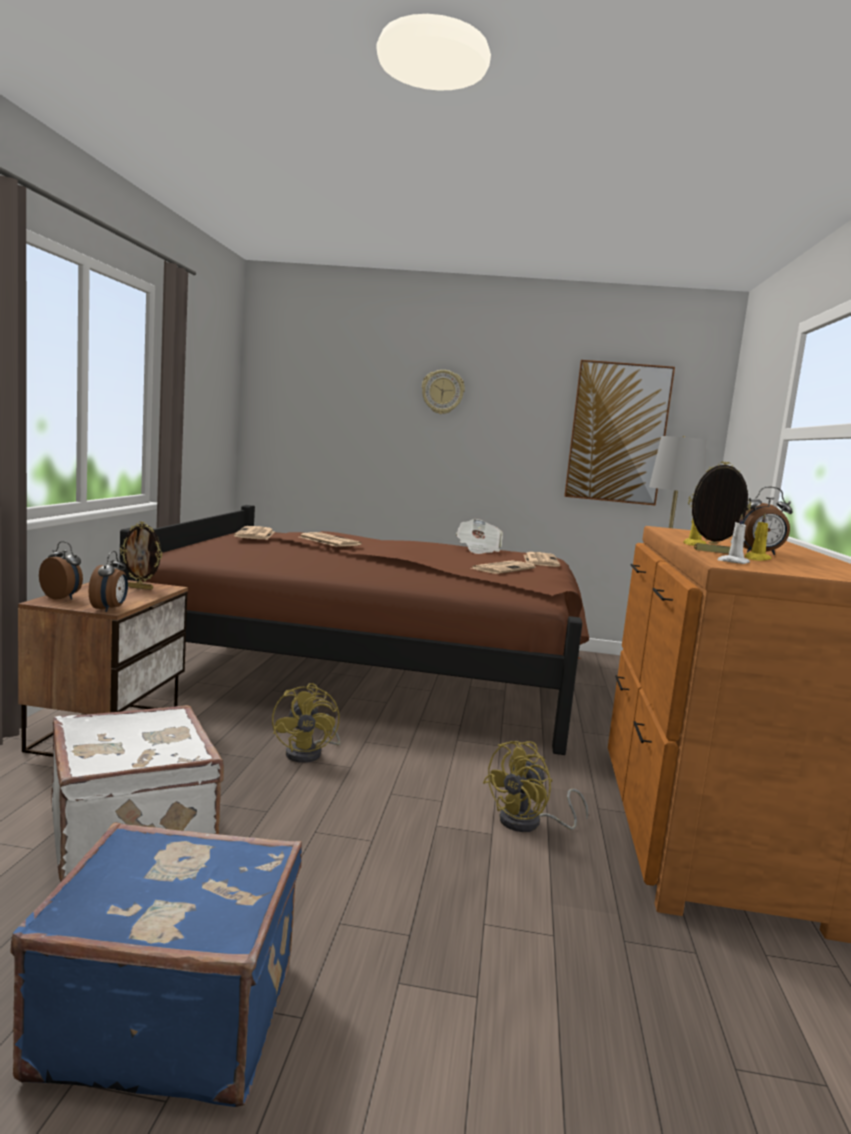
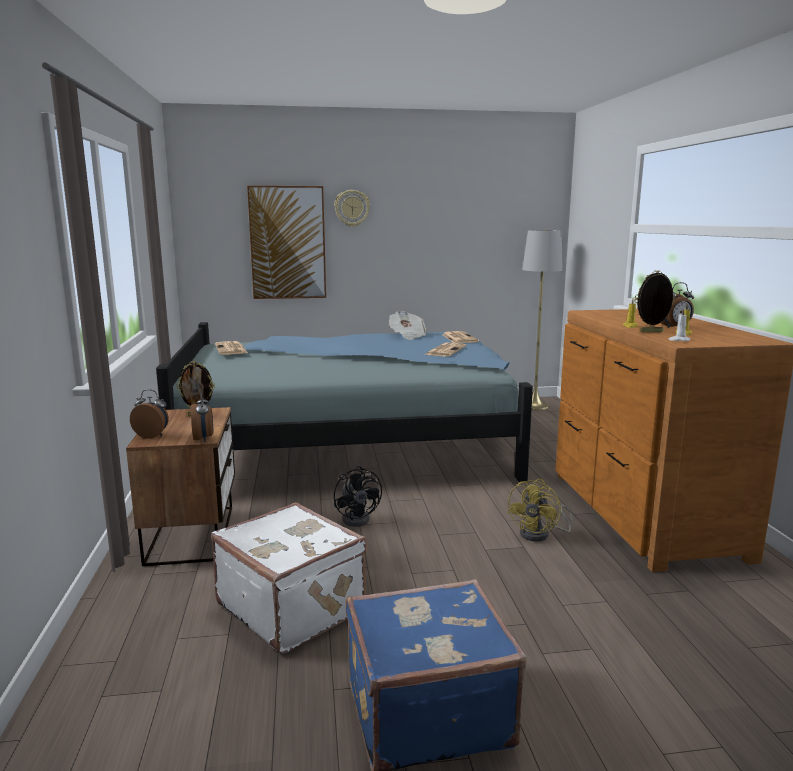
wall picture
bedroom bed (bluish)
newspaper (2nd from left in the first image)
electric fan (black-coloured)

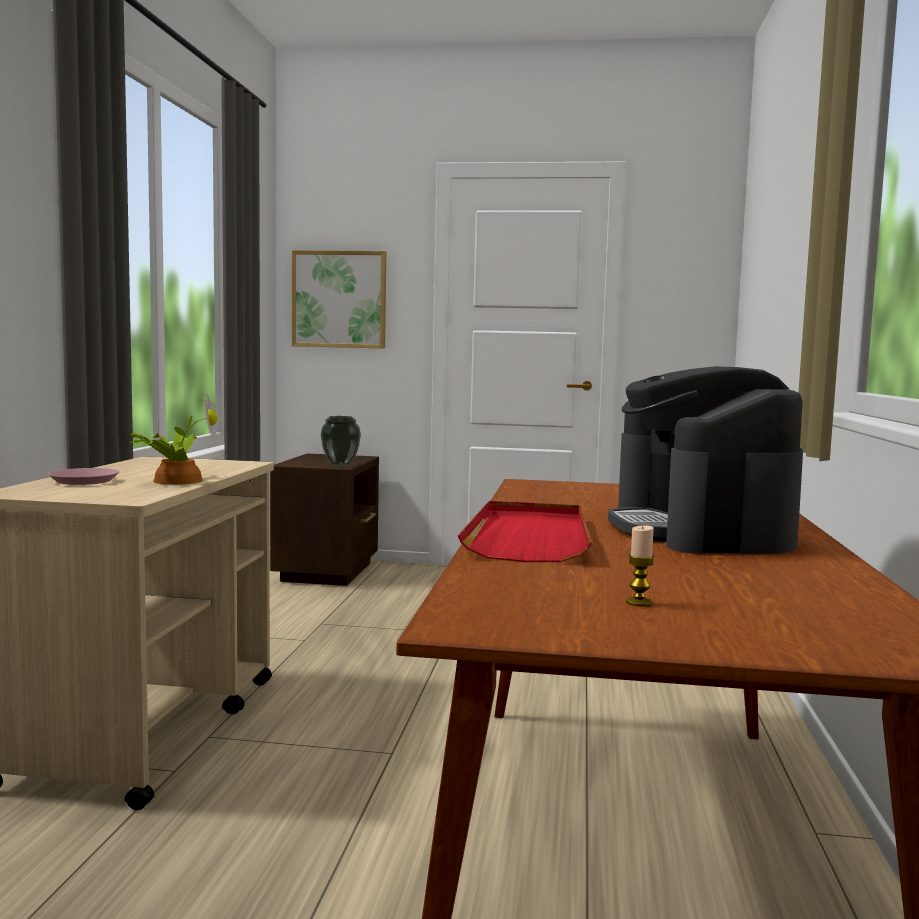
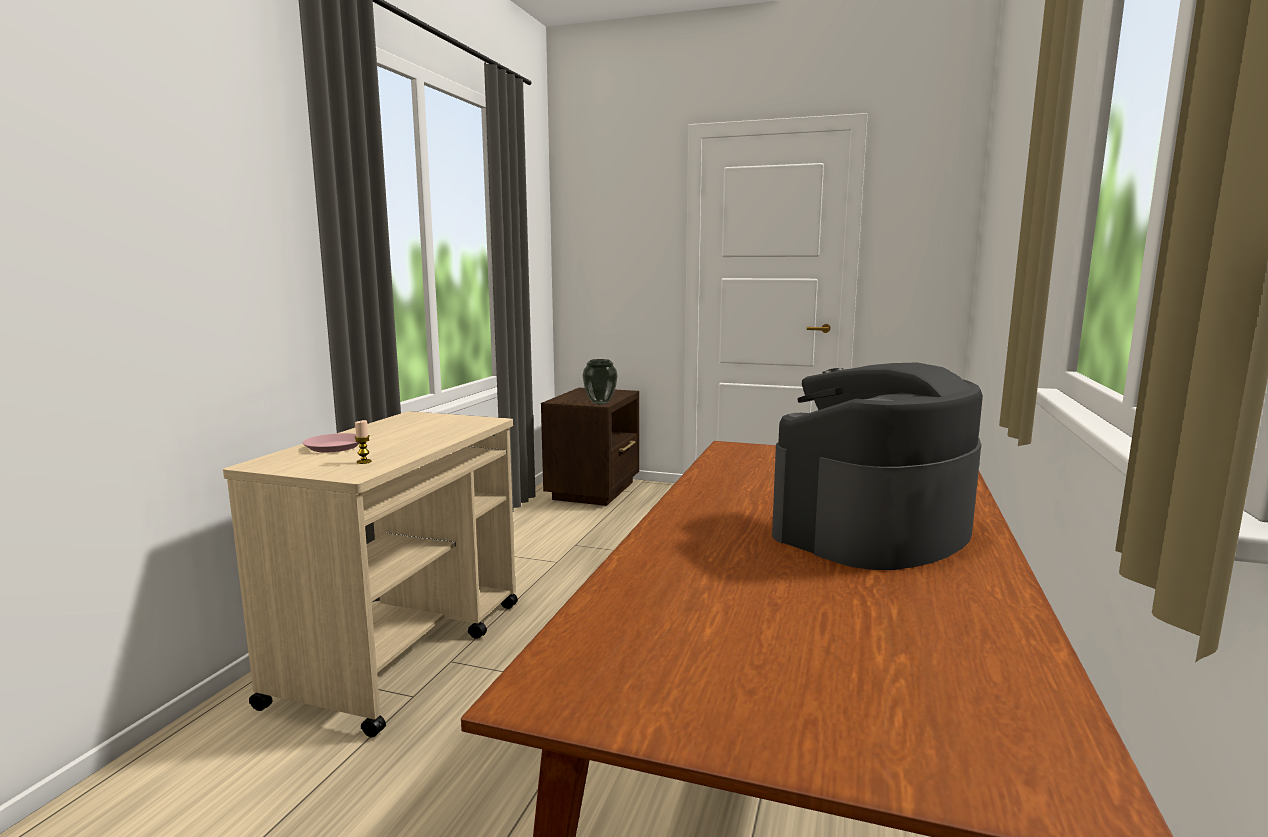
wall picture
coffee brewer
plant in a pot
tray (reddish)
wax candle

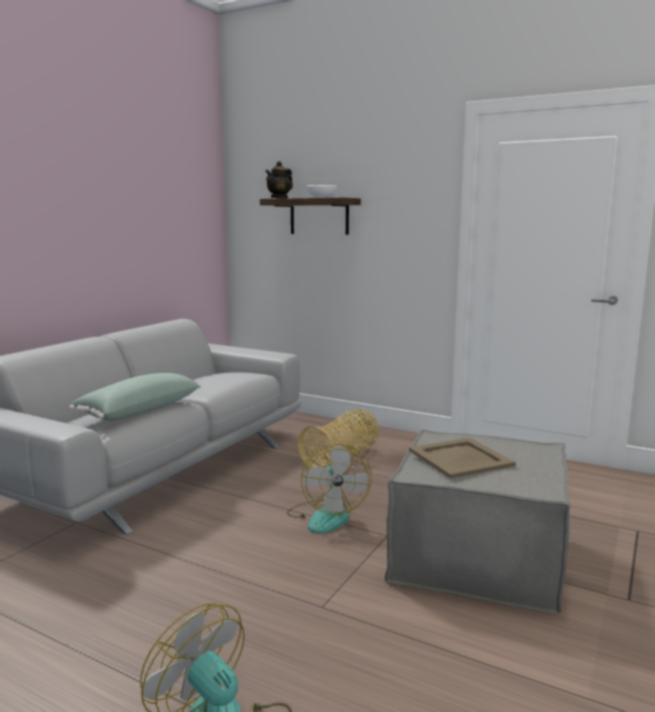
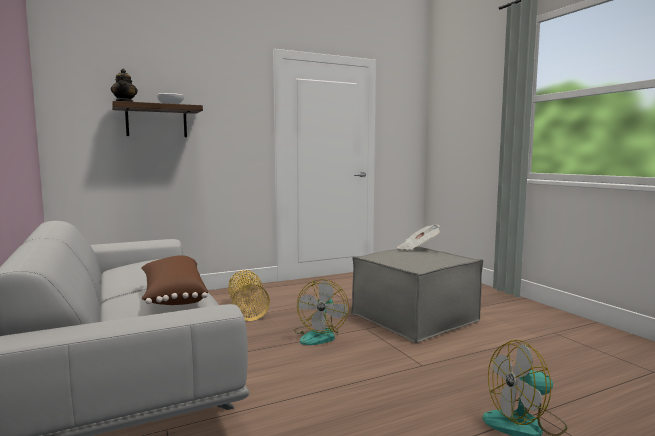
pillow (brown)
tray (beige-coloured)
electric fan (1st from left)
newspaper

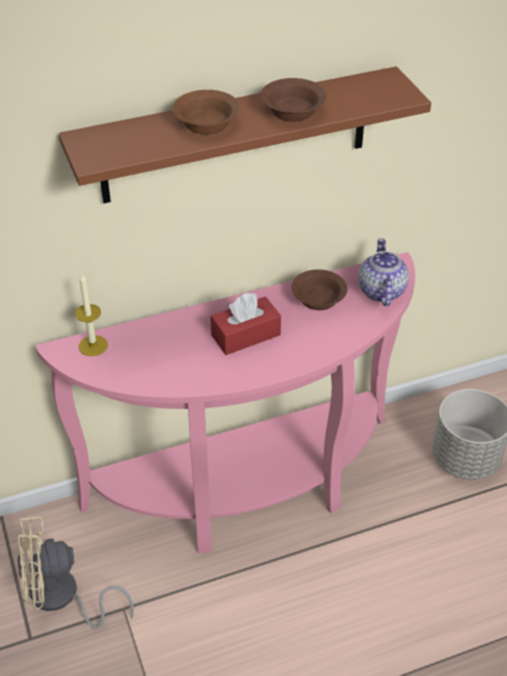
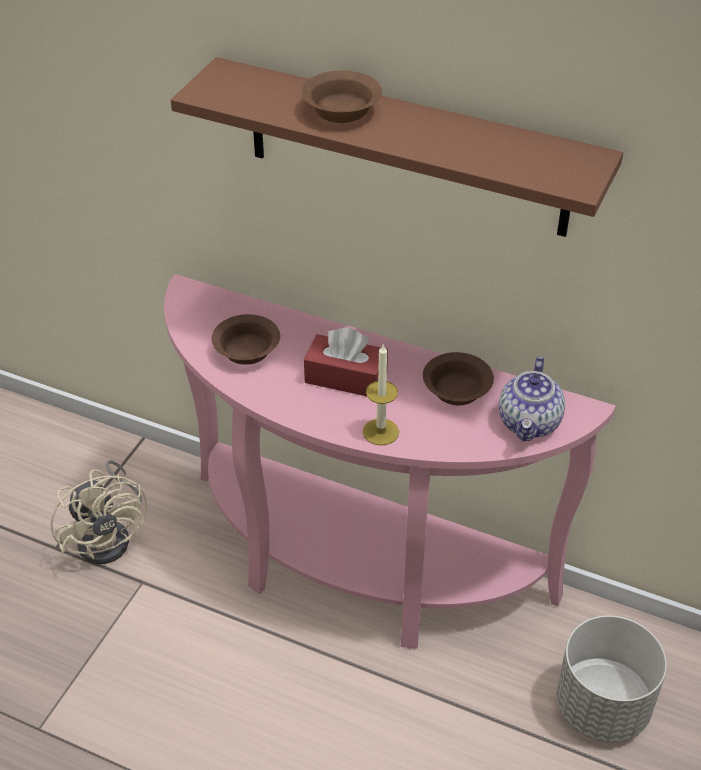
serving bowl (brown) (1st from left)
pot for tea
wax candle
electric fan (beige-coloured)

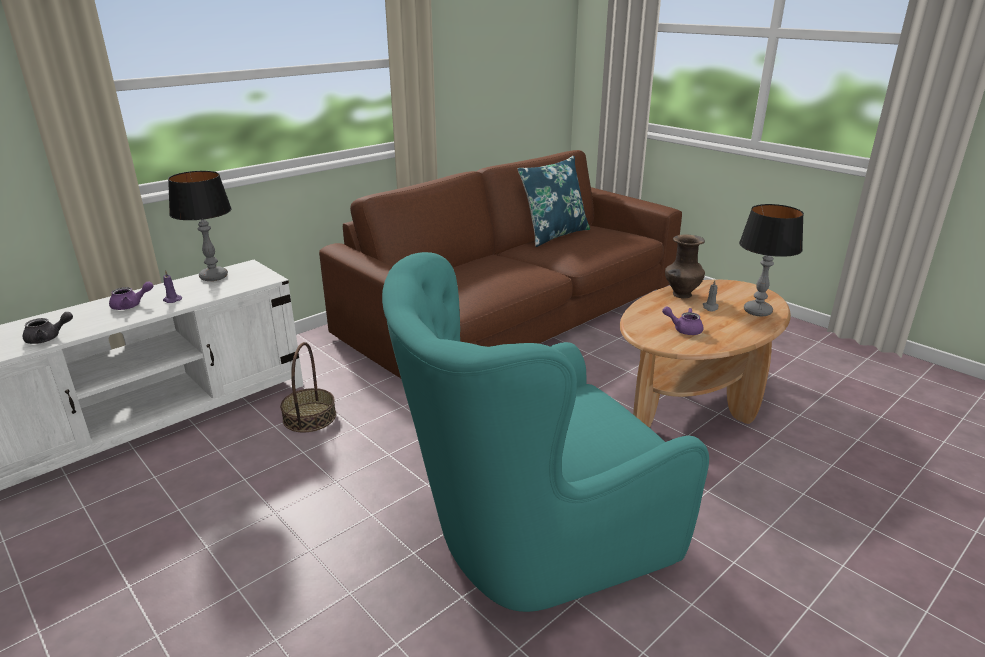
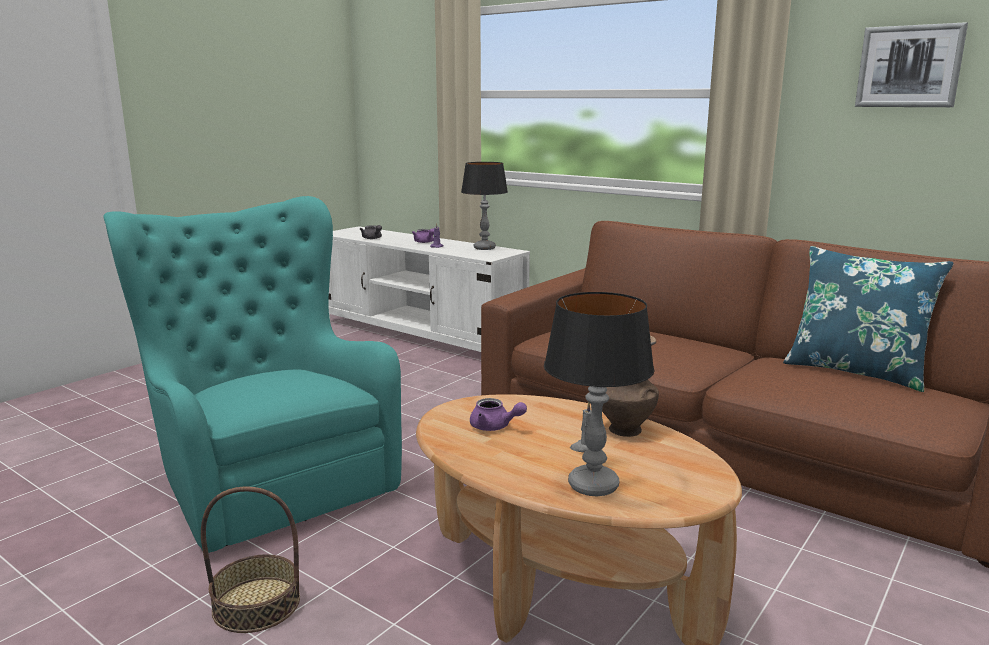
pot for tea (purplish) (2nd from left)
storage basket
wall picture

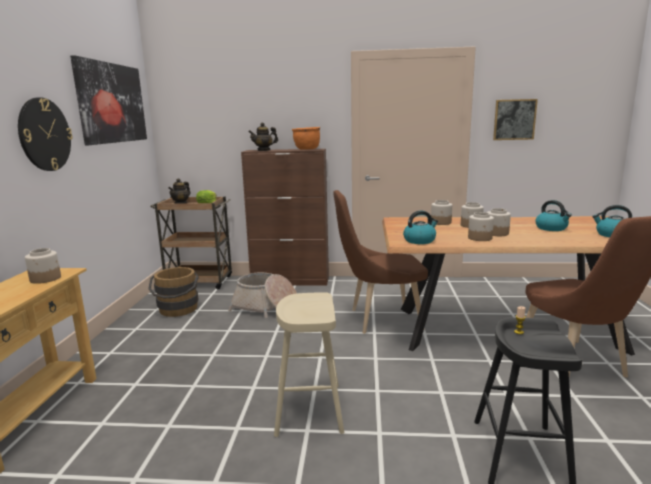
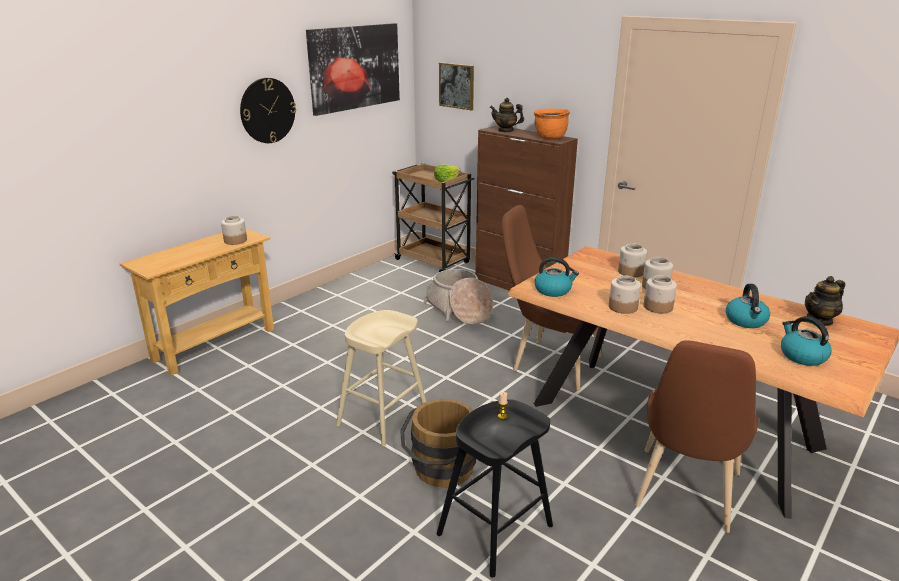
wall picture (2nd from left)
pot for tea (2nd from left)
pail (brown)

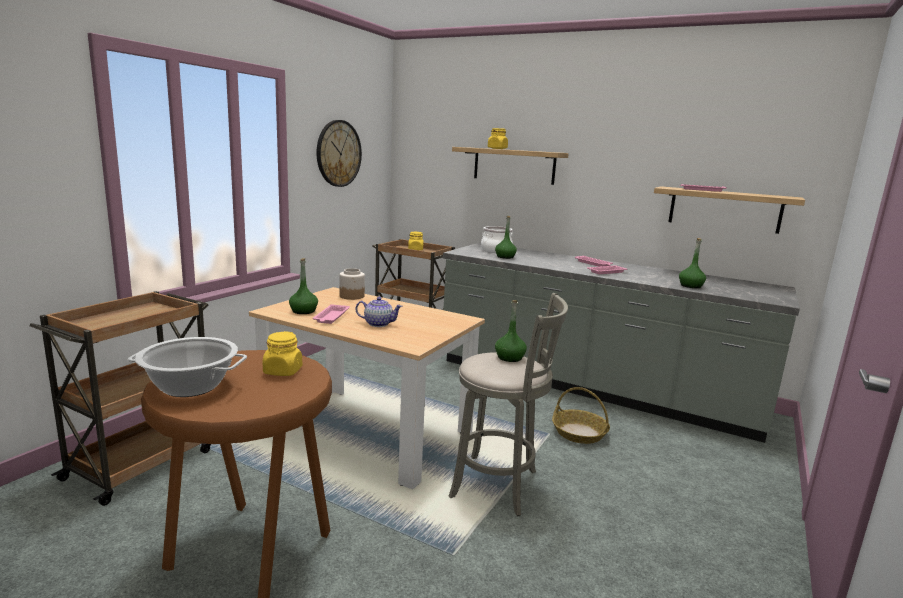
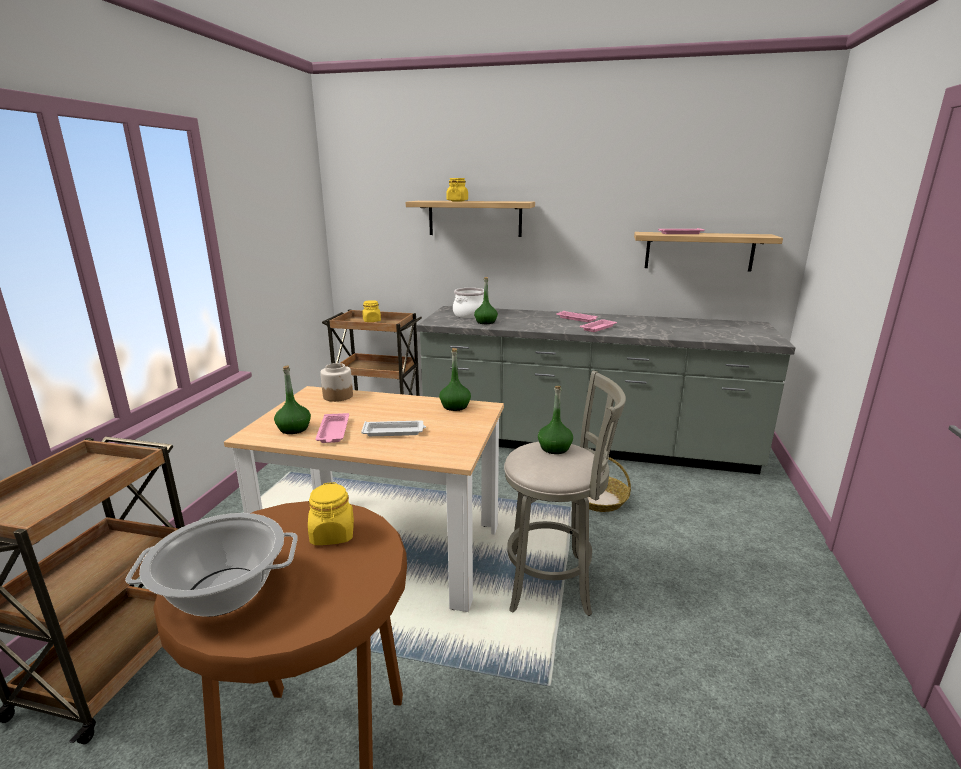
wall clock
bottle (green) (2nd from left)
tray (white)

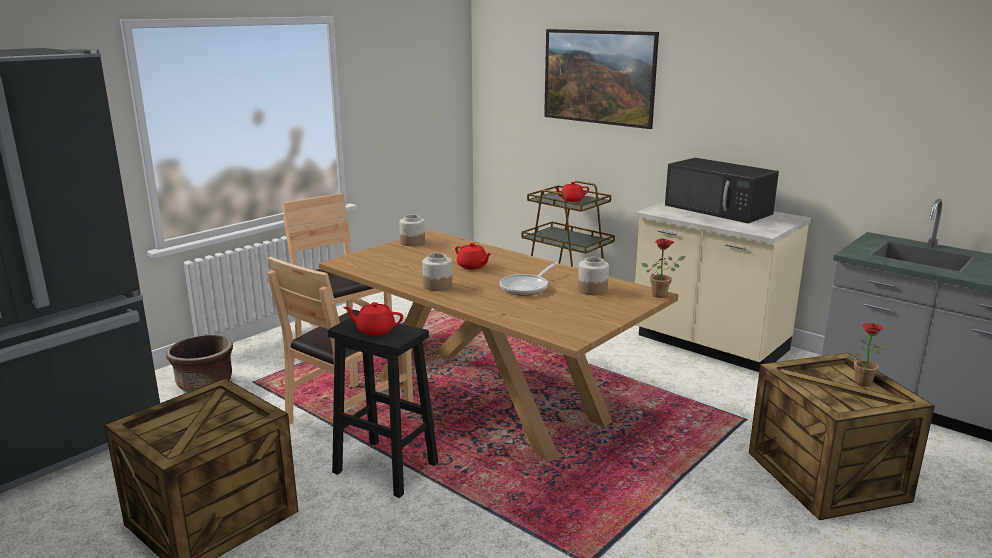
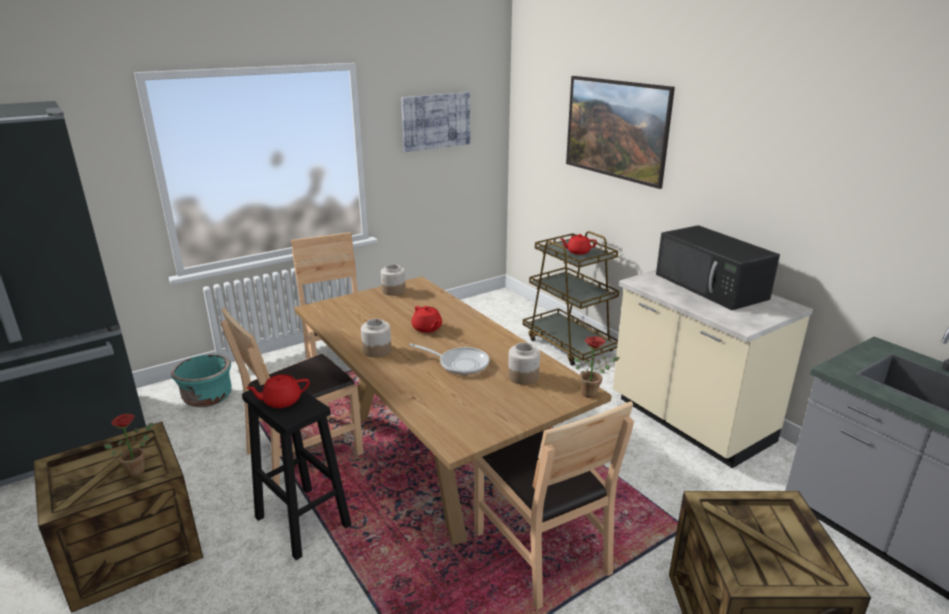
pan
pot for tea (reddish) (1st from left)
plant in a pot (1st from left)
flower pot (blue-green)
wall picture (1st from left)
upright chair (brown) (3rd from left)

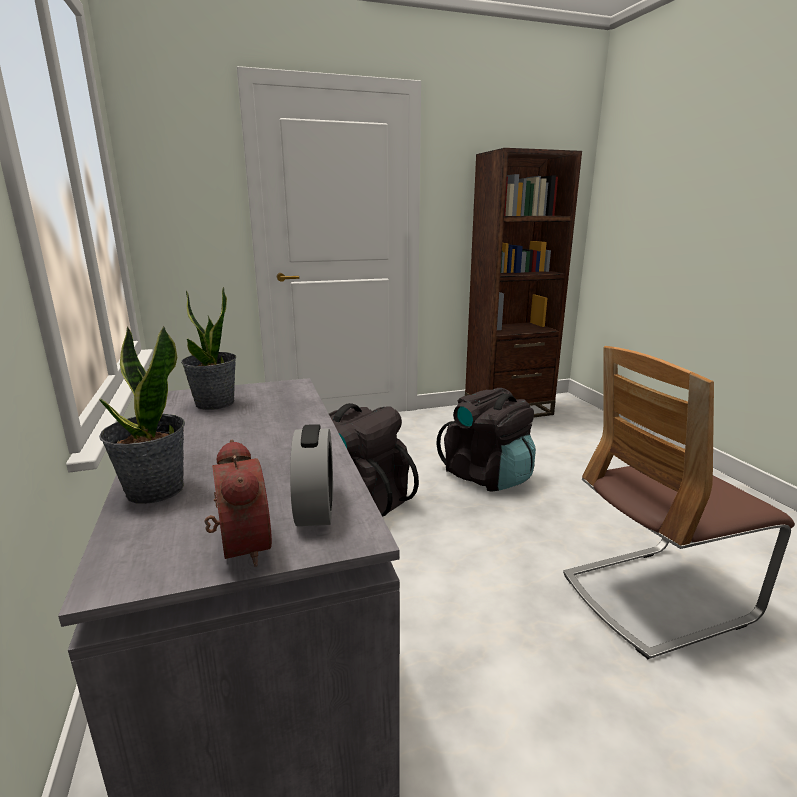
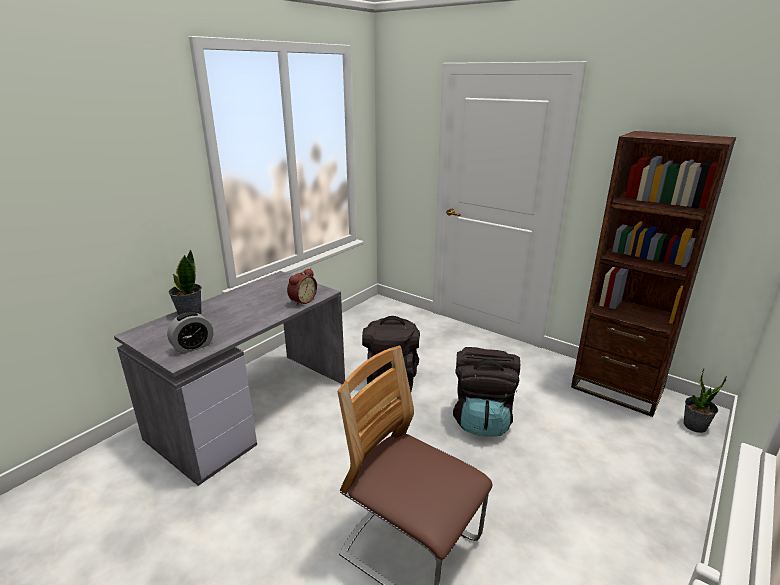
plant in a pot (2nd from left)
table clock (2nd from left)

